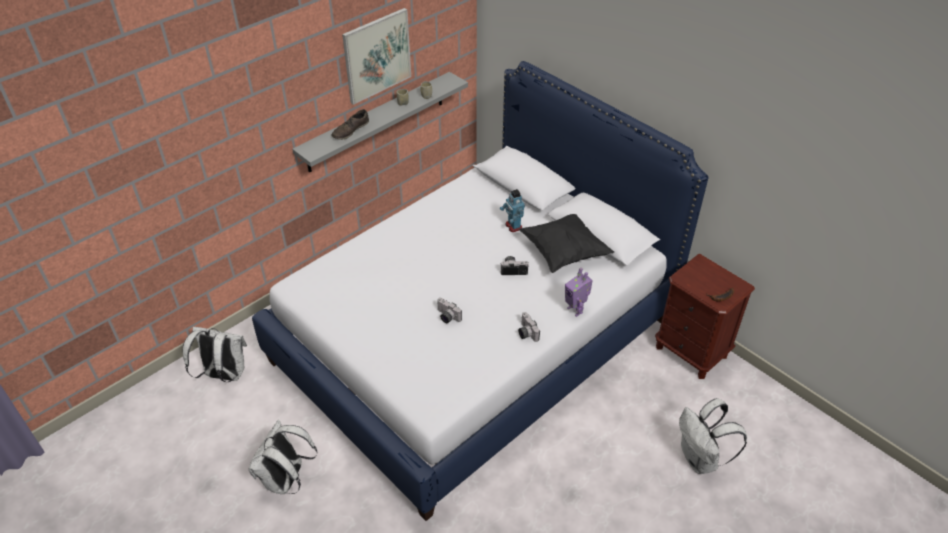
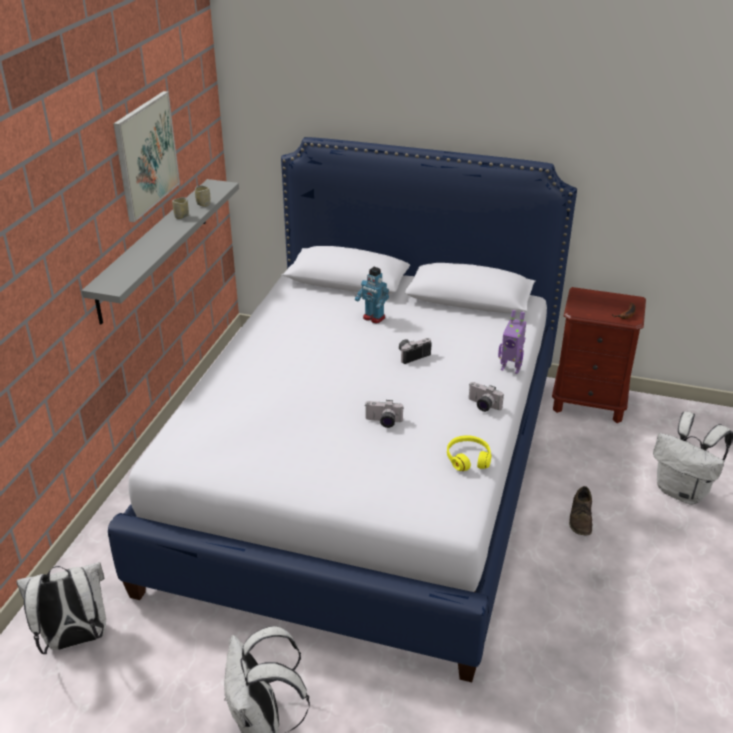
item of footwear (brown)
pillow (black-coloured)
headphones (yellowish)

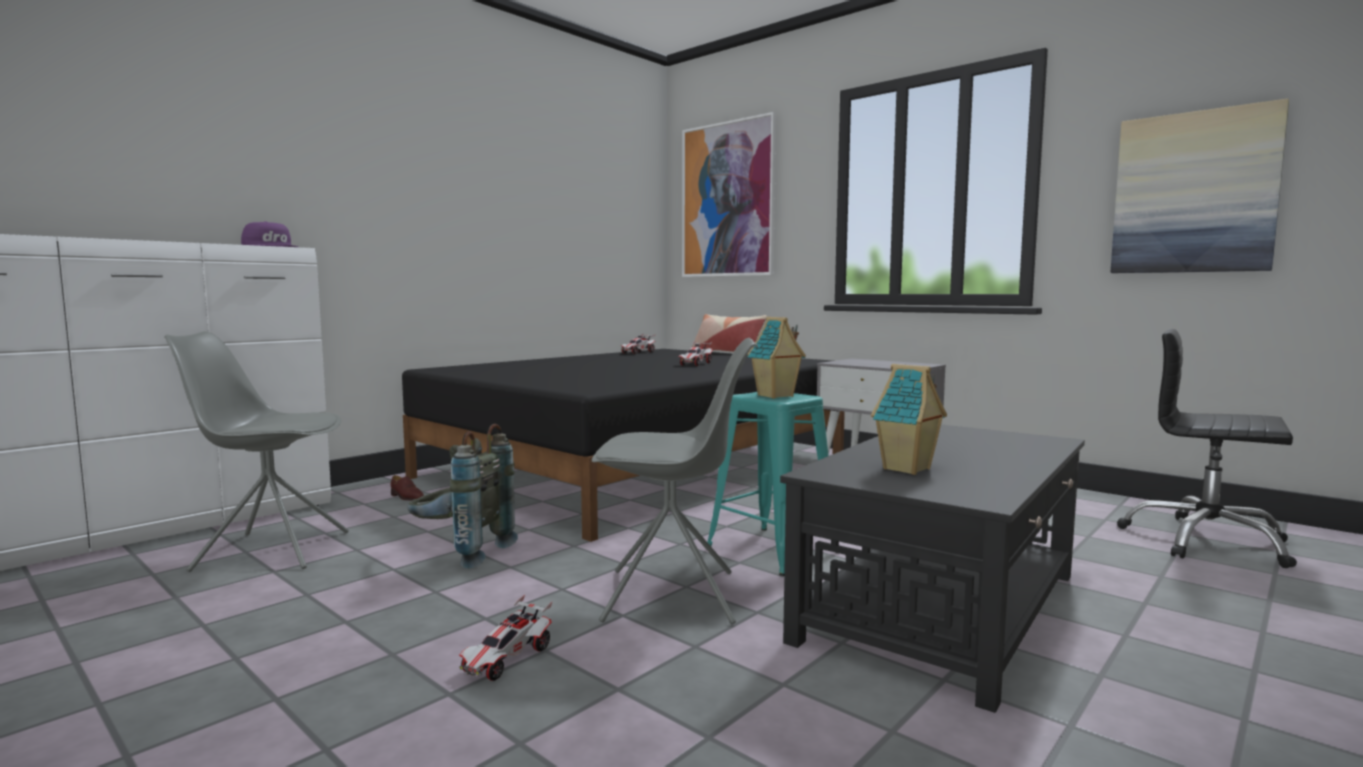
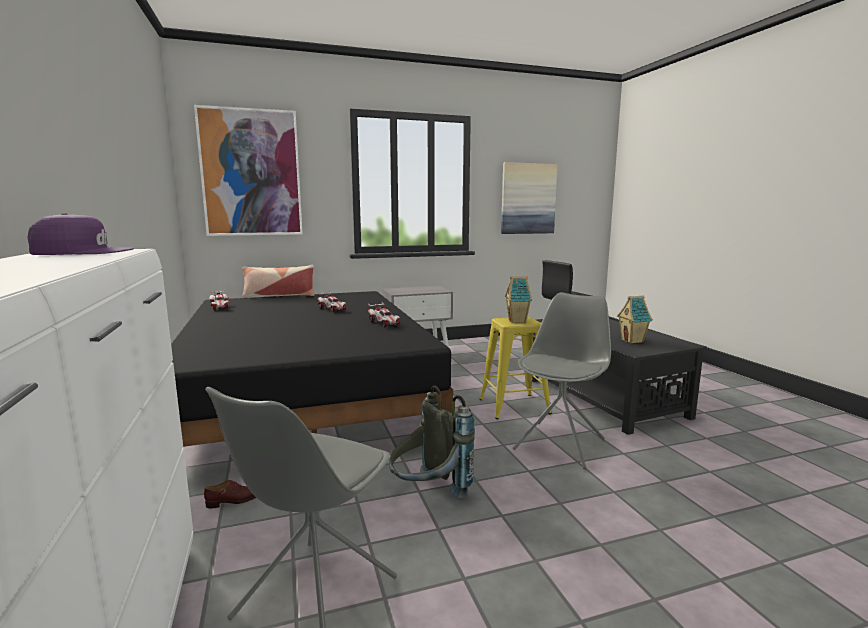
sitting stool (yellowish)
miniature car (3rd from left)

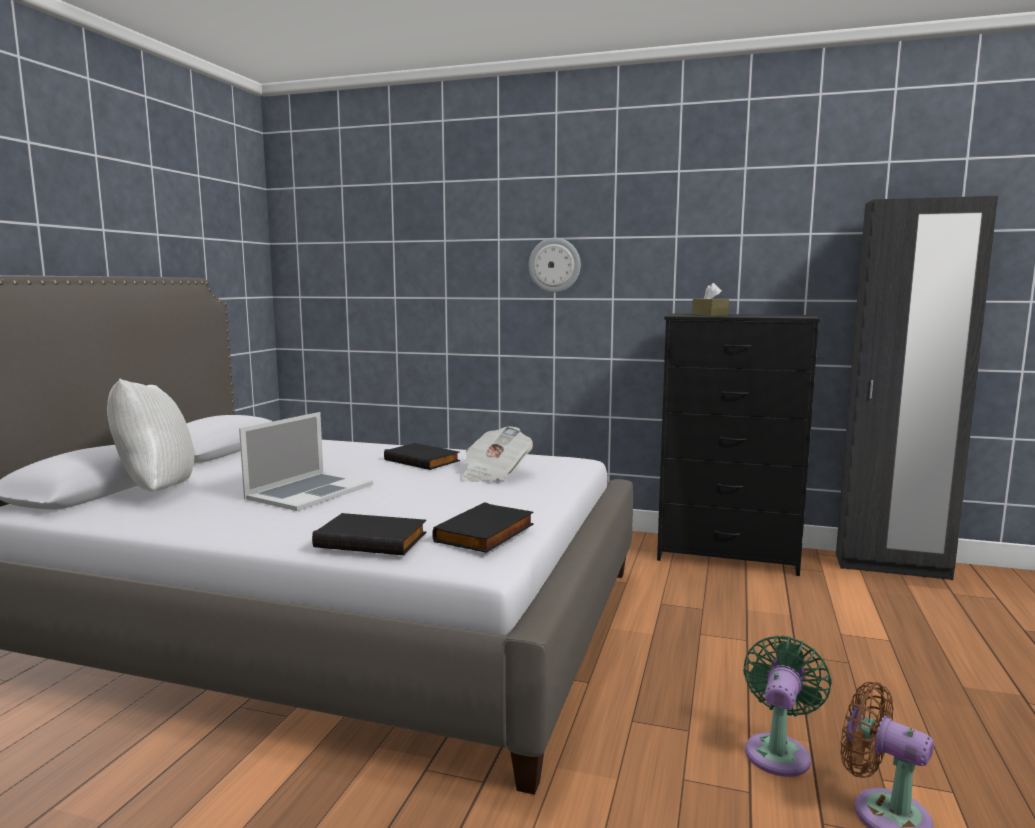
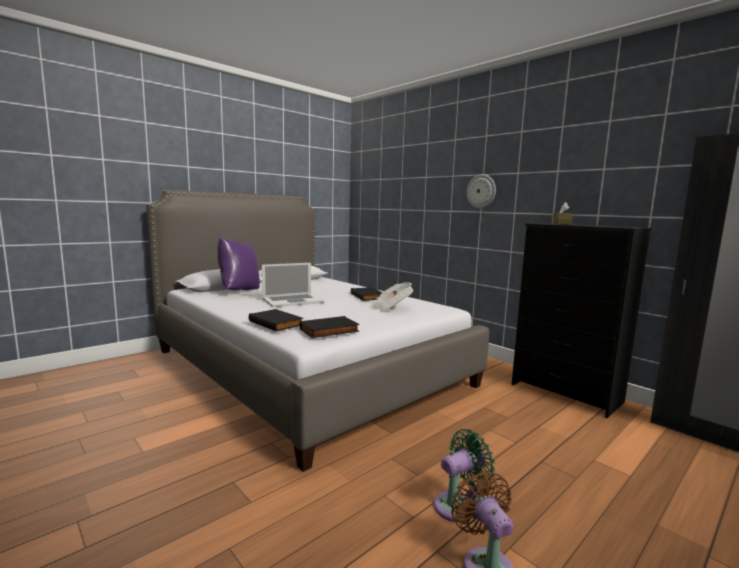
pillow (purplish)

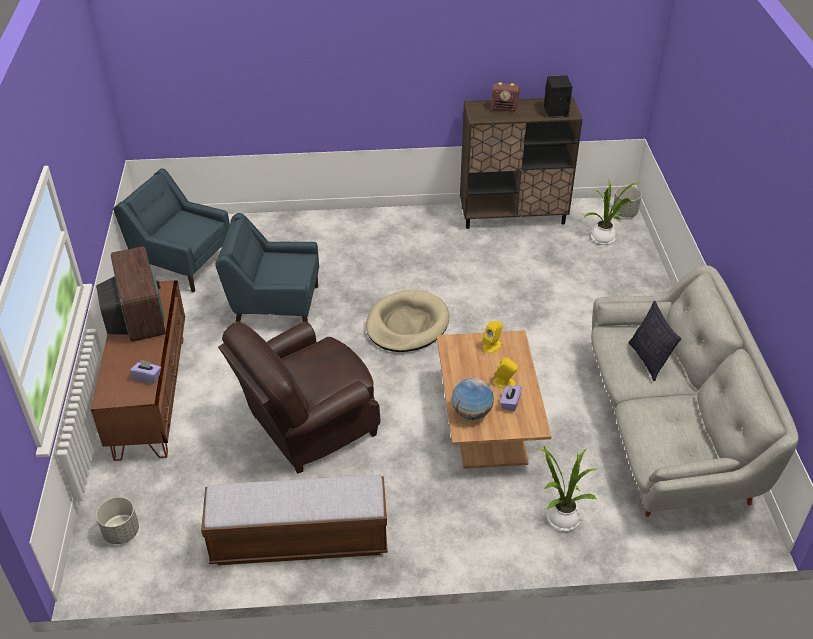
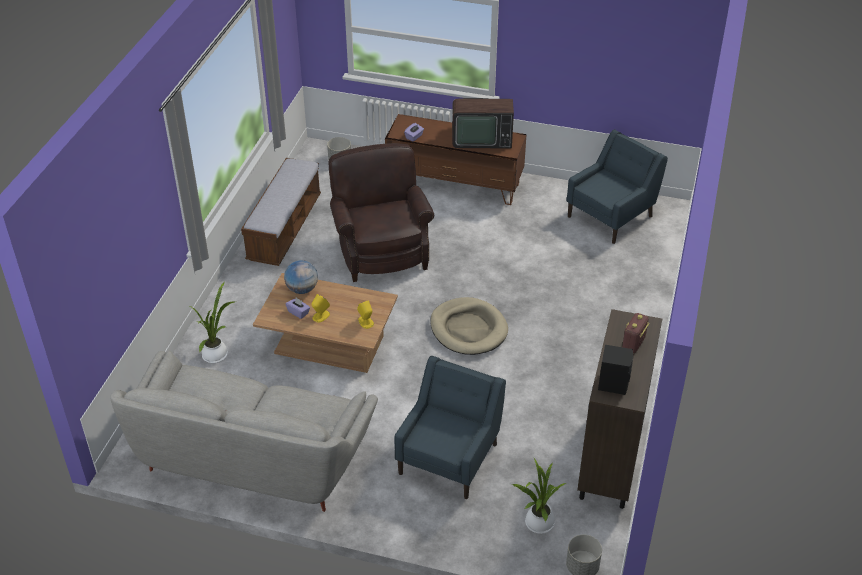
armchair (bluish) (1st from left)
pillow

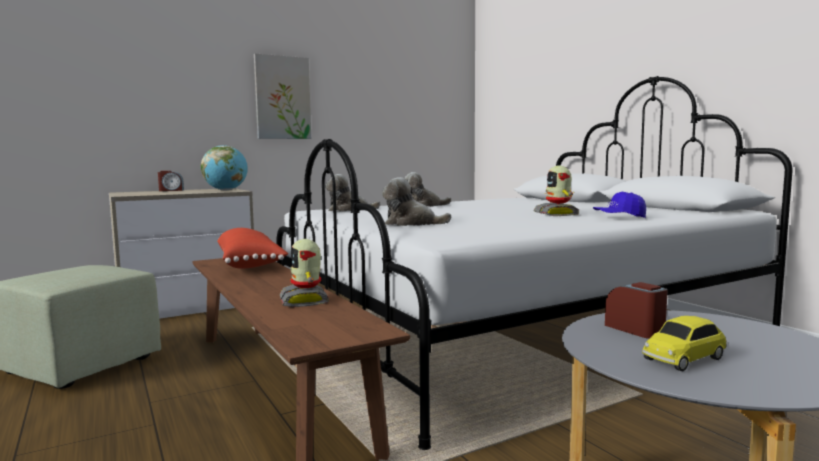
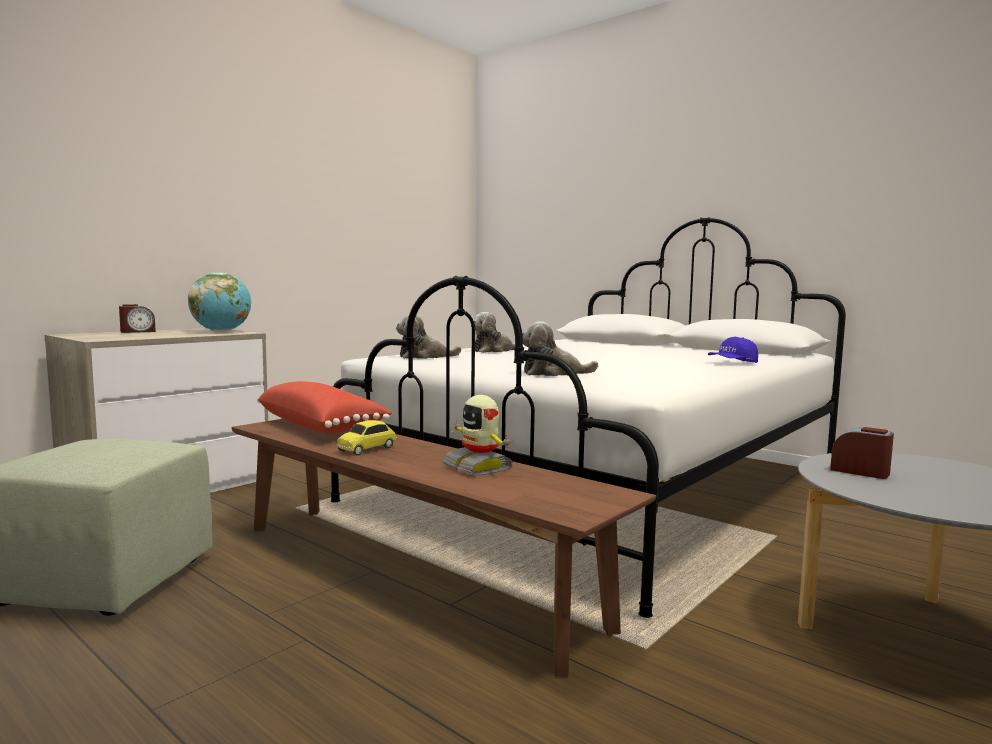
wall picture
toy robot (2nd from left in the first image)
miniature car

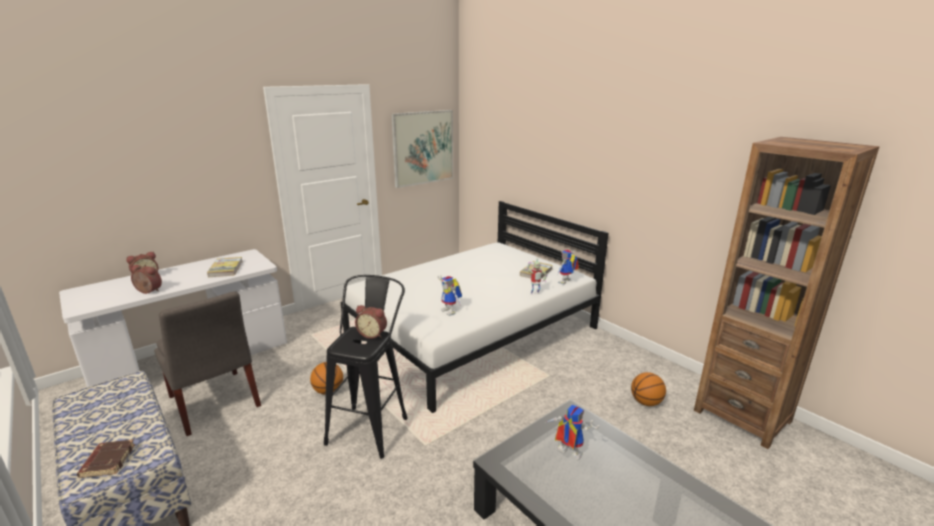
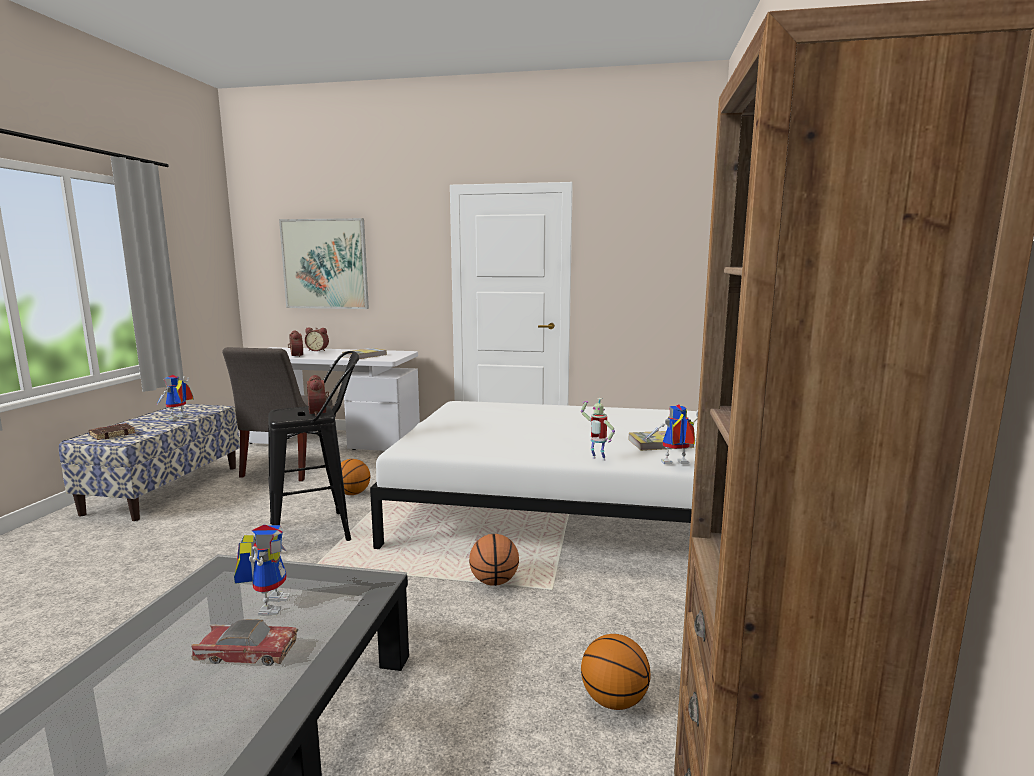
wall picture
toy robot (1st from left)
basketball ball (2nd from left)
miniature car

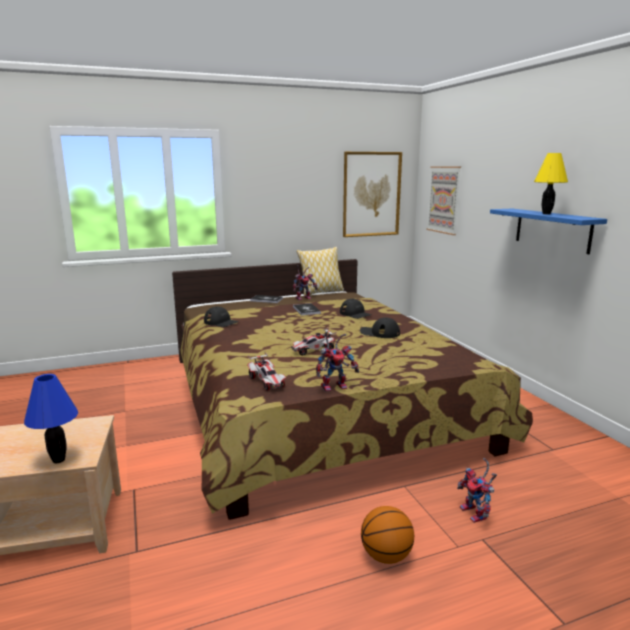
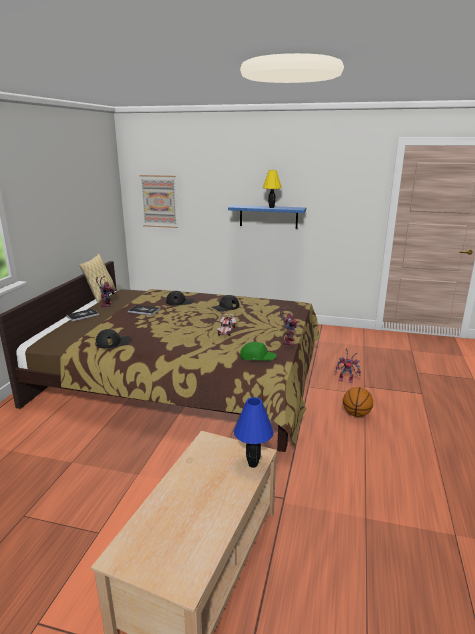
wall picture (1st from left in the first image)
peaked cap (green)

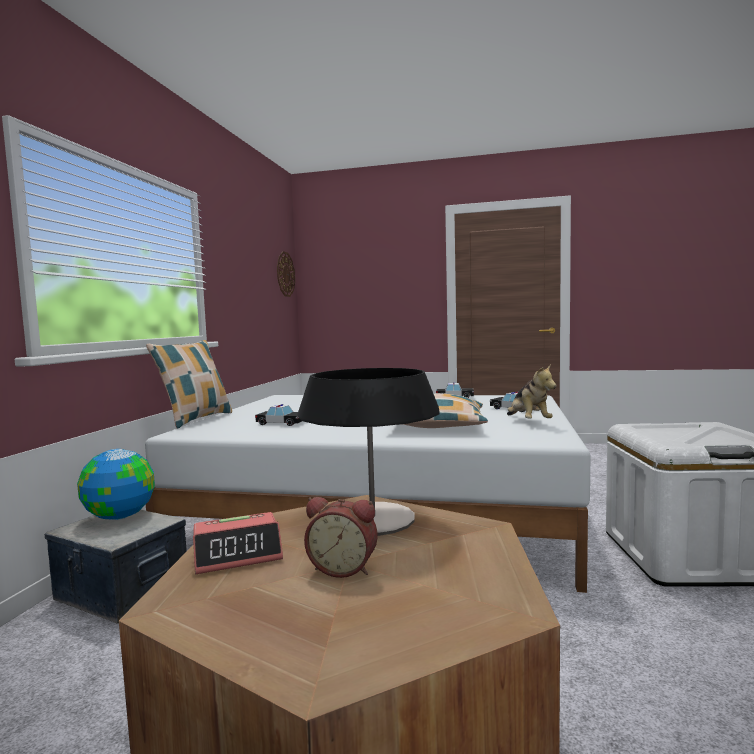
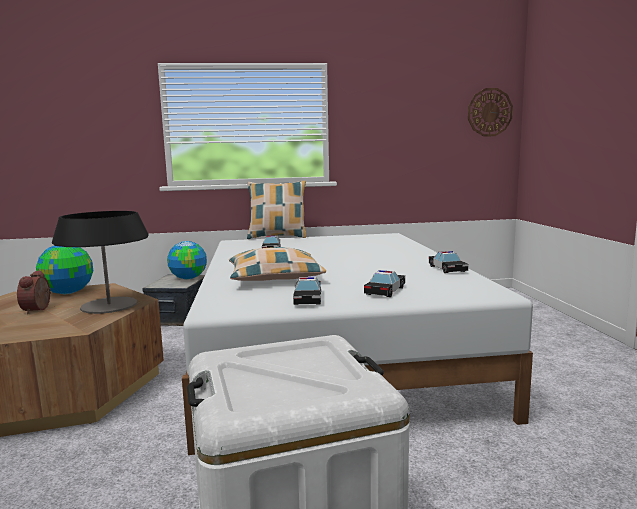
miniature car (2nd from left)
desk globe (1st from left)

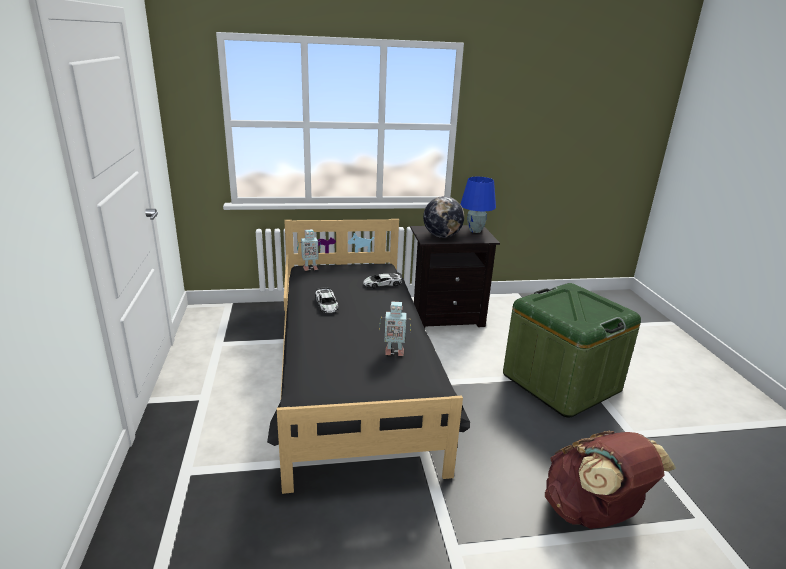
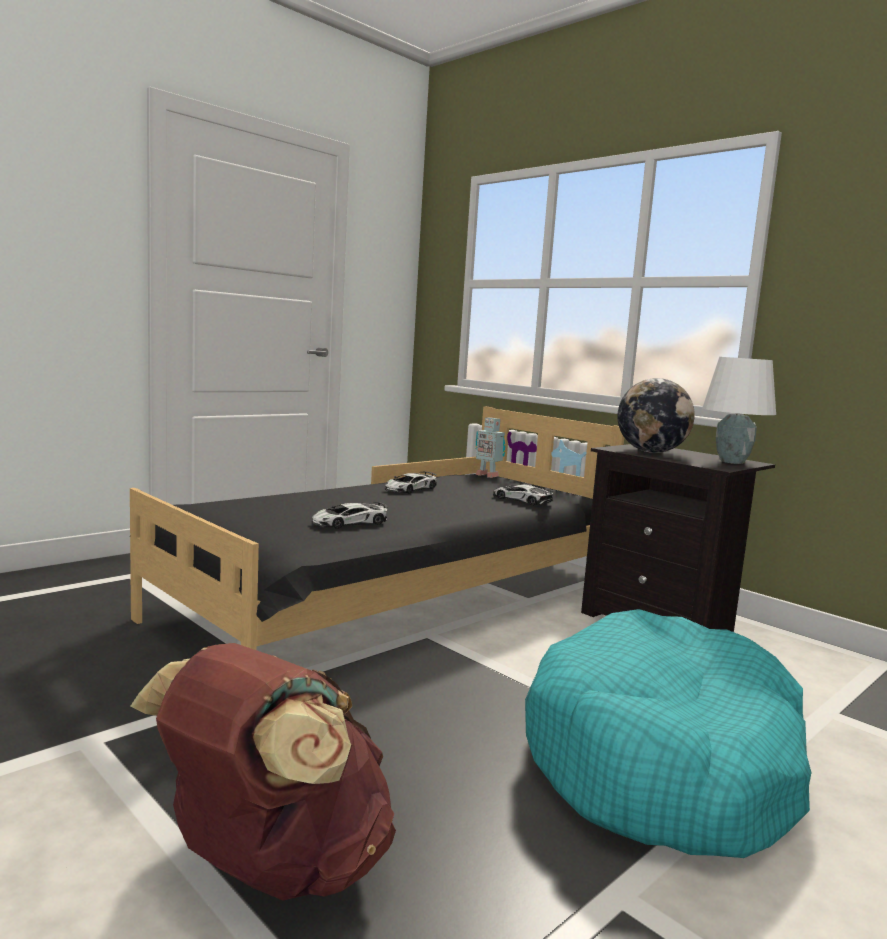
tabletop lamp (white)
dog bed (blue-green)
miniature car (1st from left)

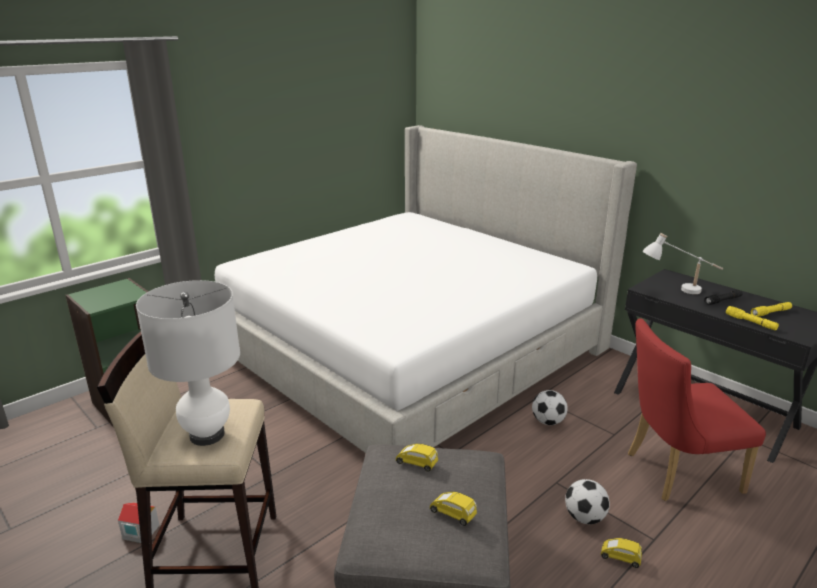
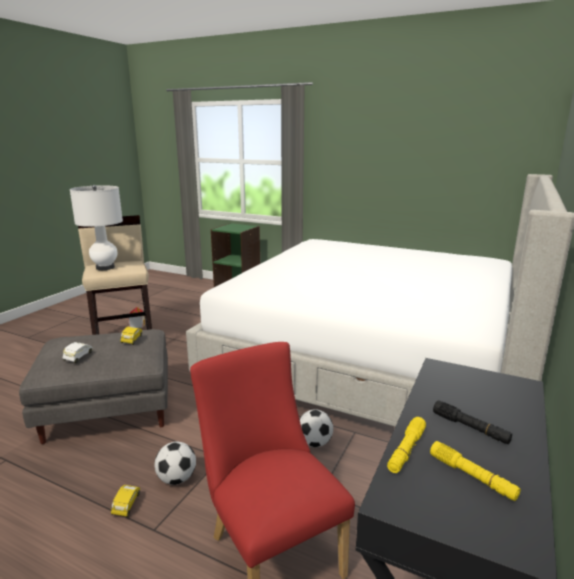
tabletop lamp (white) (2nd from left in the first image)
miniature car (white)

